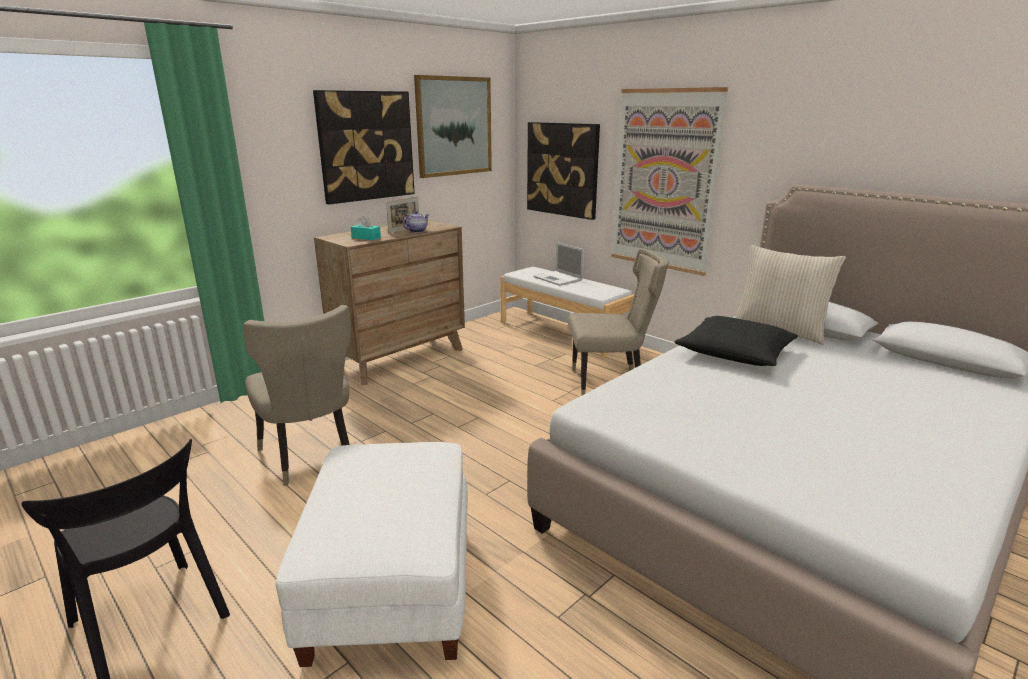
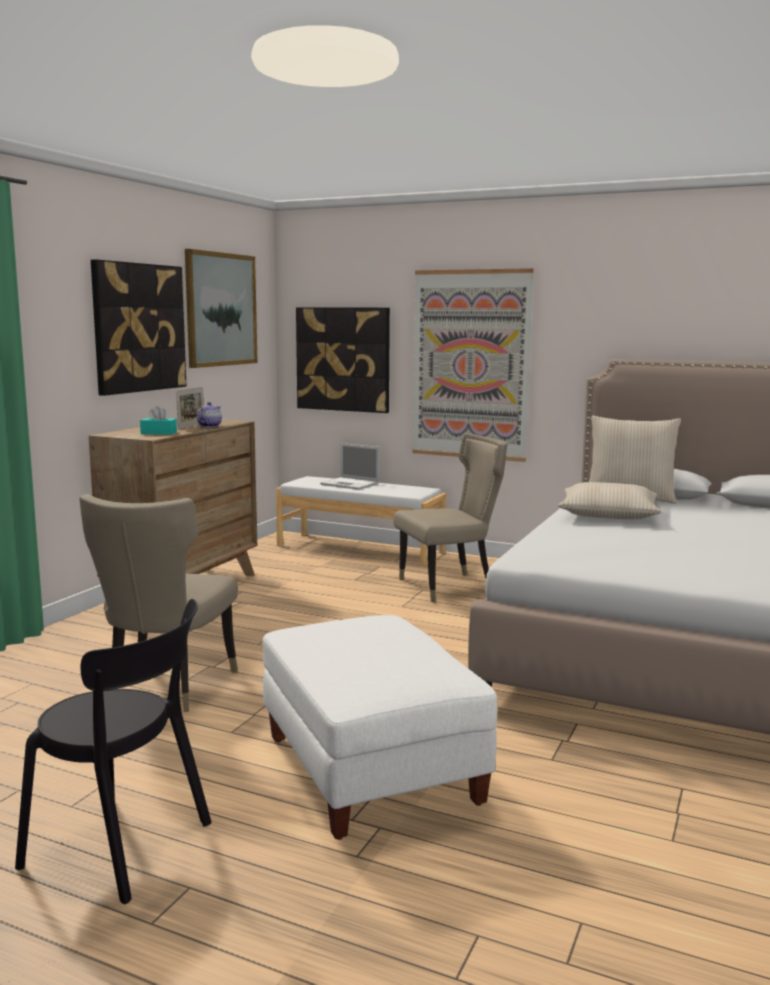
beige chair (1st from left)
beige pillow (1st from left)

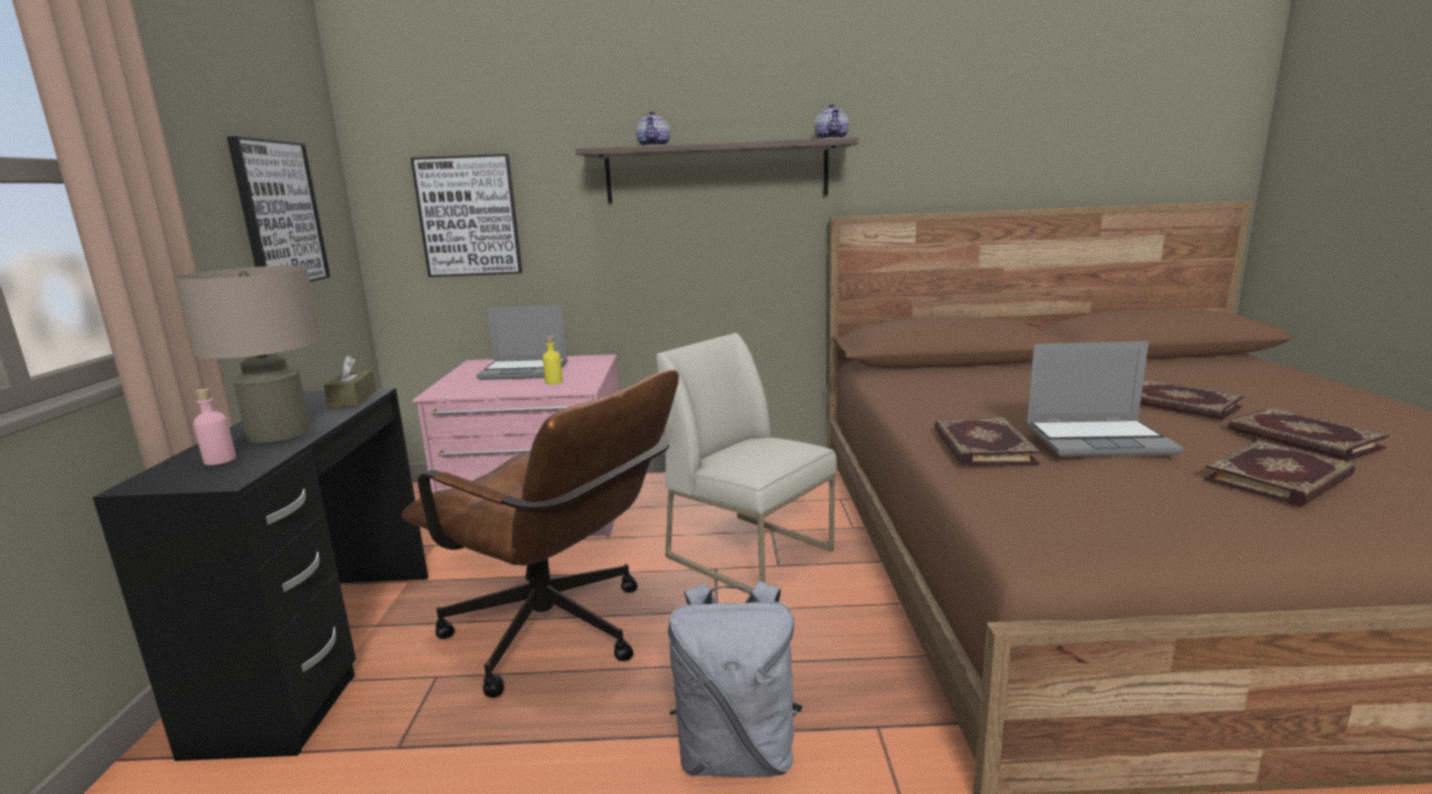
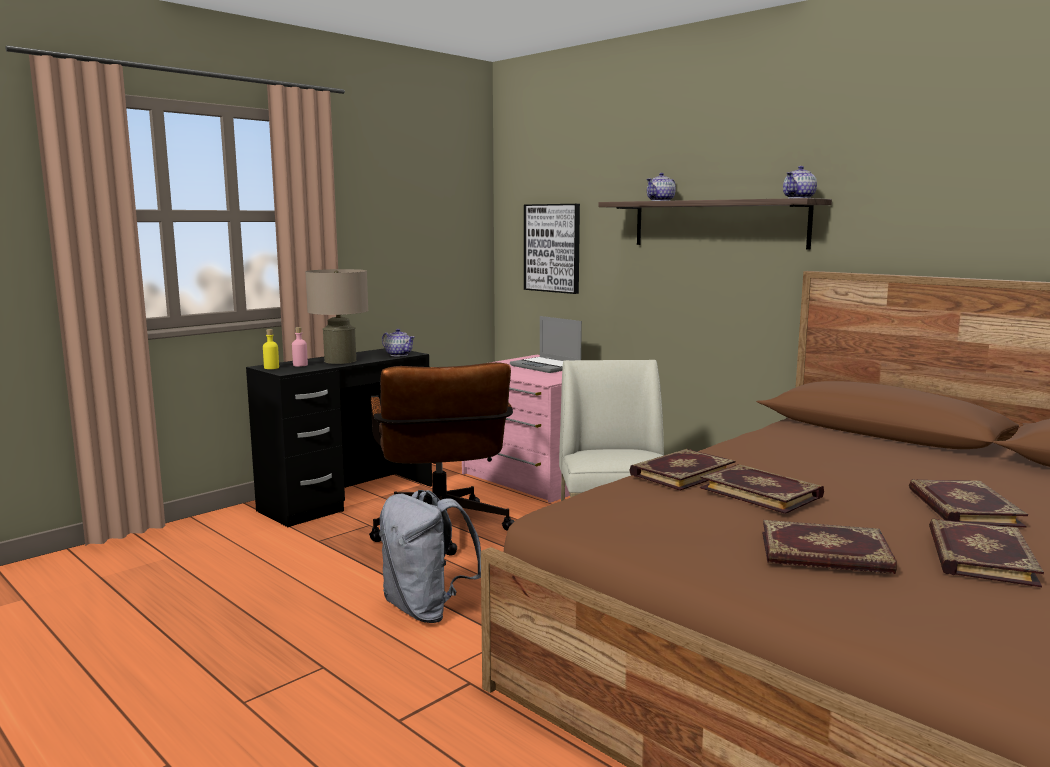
picture (1st from left in the first image)
teapot (1st from left)
yellow bottle
book (2nd from left)

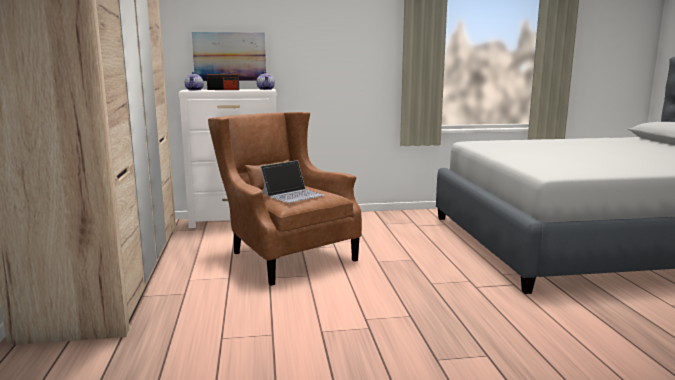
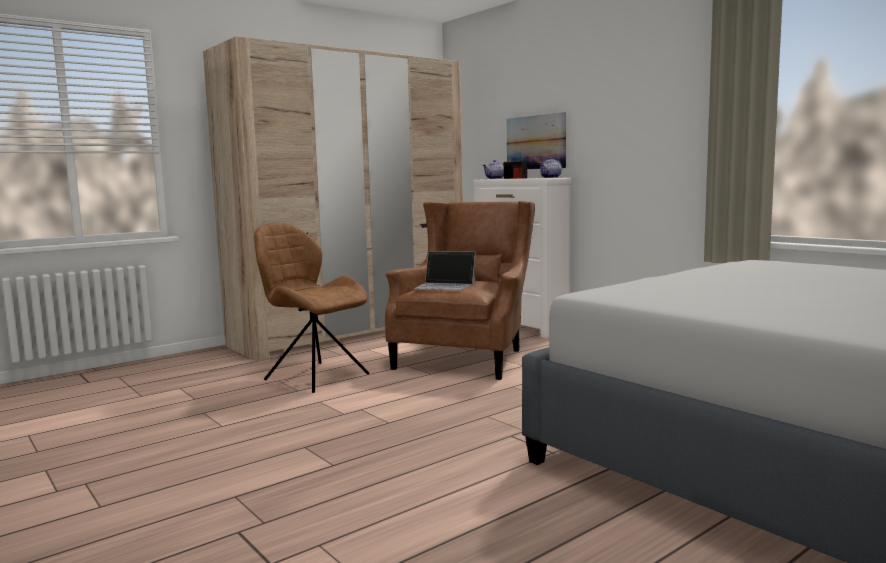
brown chair

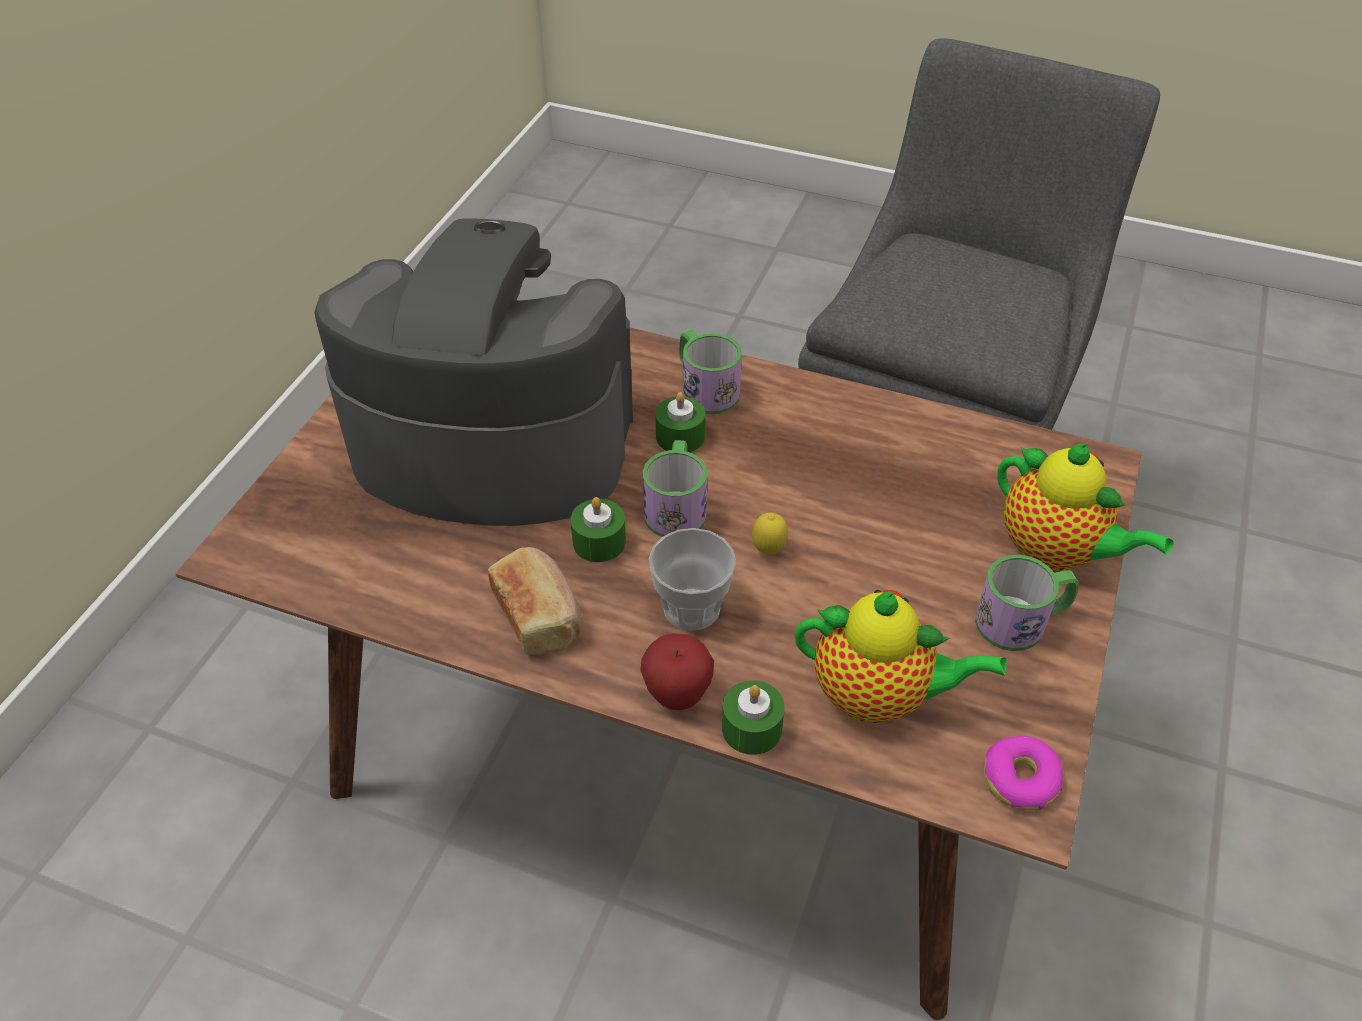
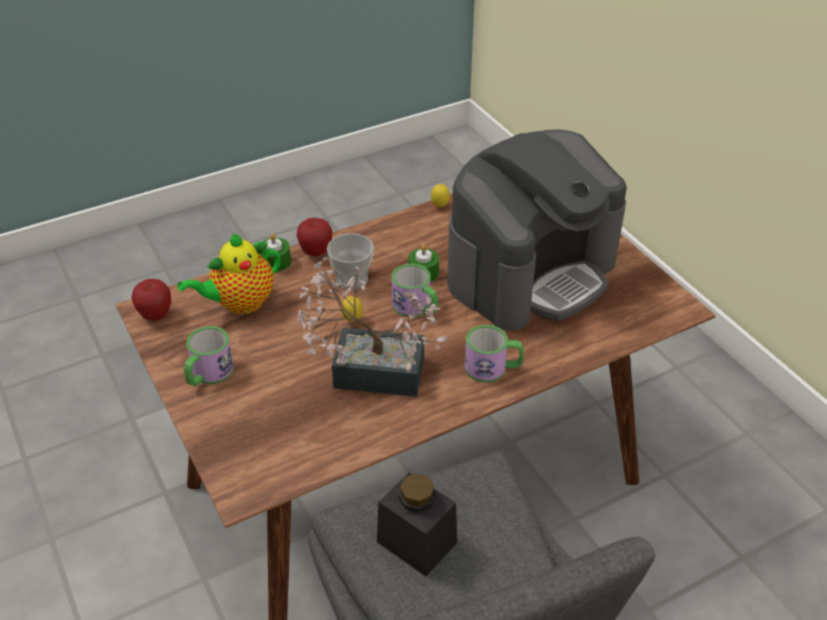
bread
green candle (2nd from left in the first image)
apple (1st from left)
teapot (2nd from left in the first image)
potted plant
black jar
lemon (2nd from left)

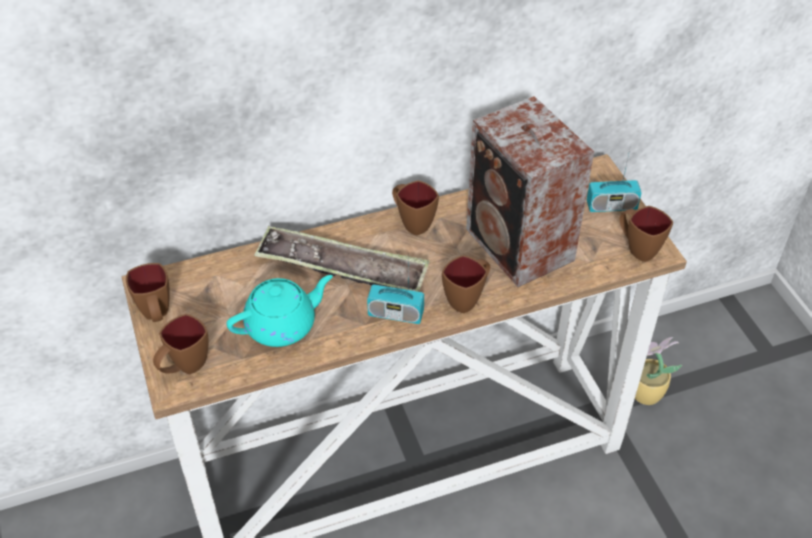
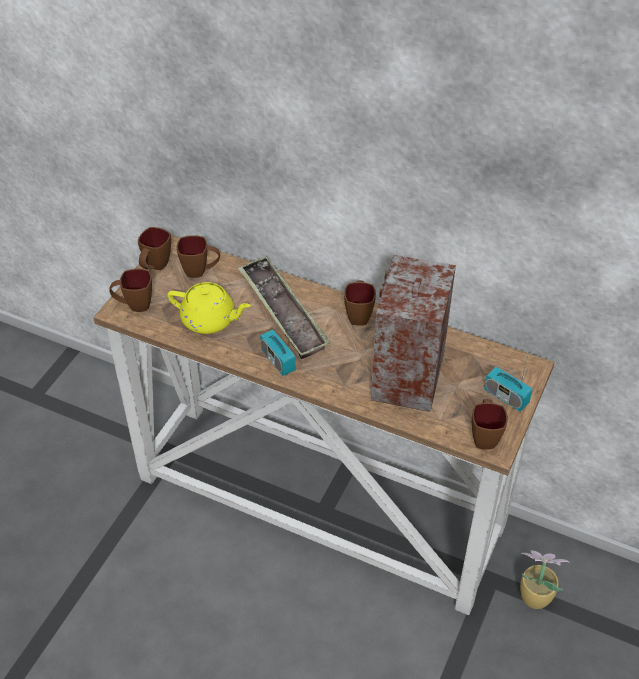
yellow teapot
brown mug (3rd from left)

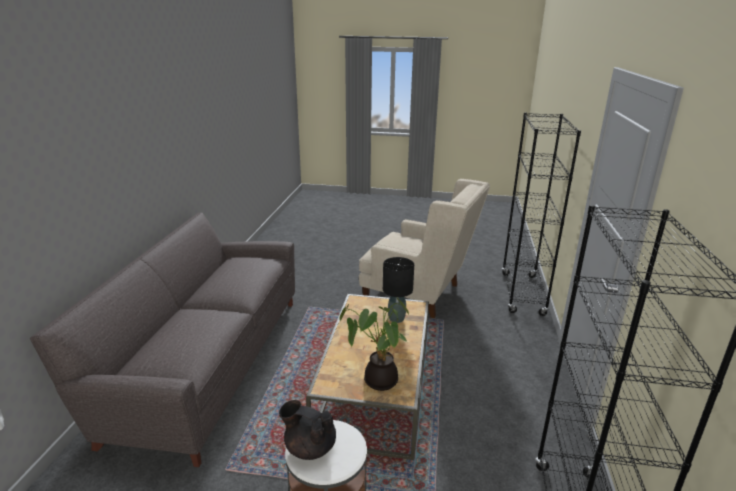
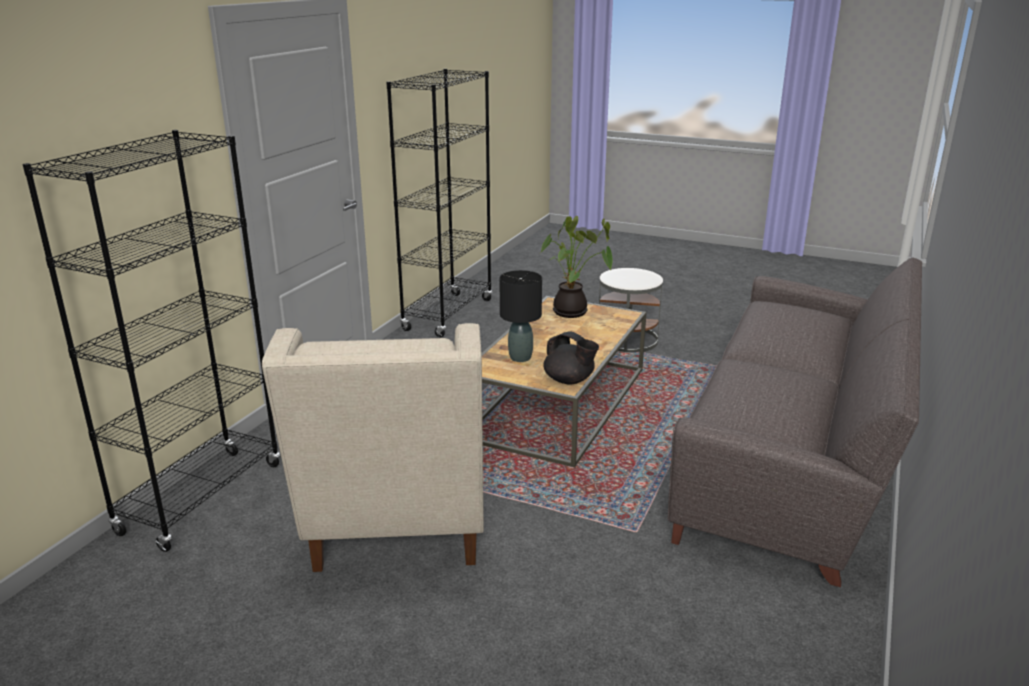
black teapot
beige armchair

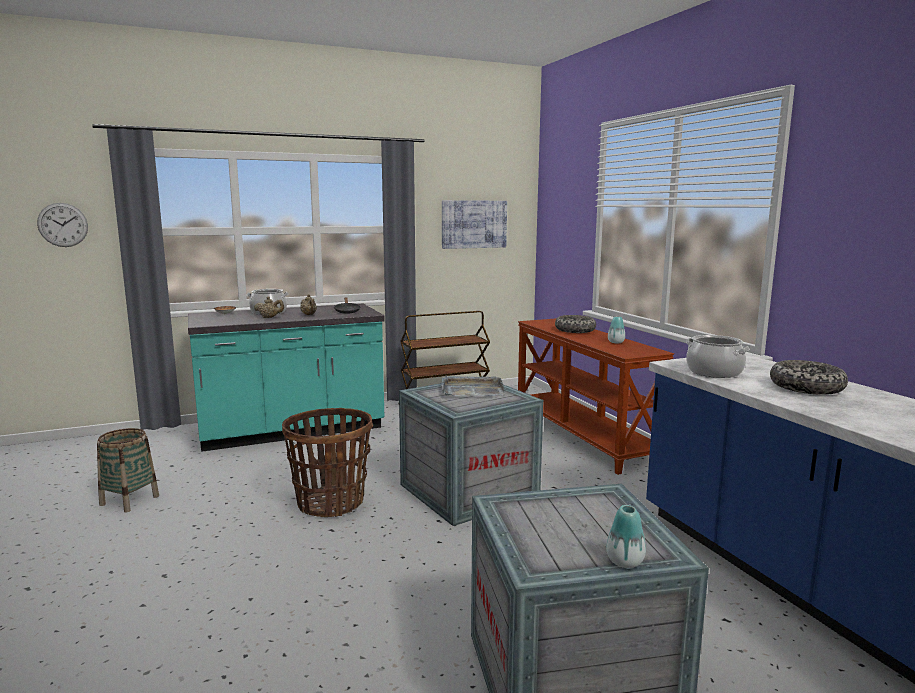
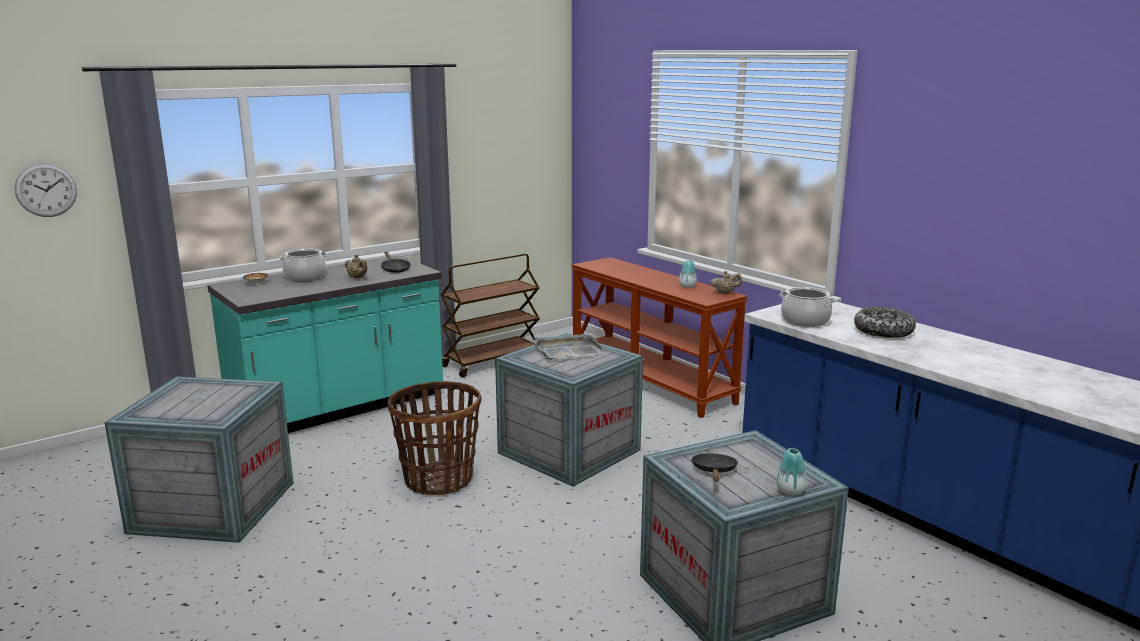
crate (1st from left)
beige teapot (2nd from left)
picture
bowl (2nd from left in the first image)
black frying pan (2nd from left)

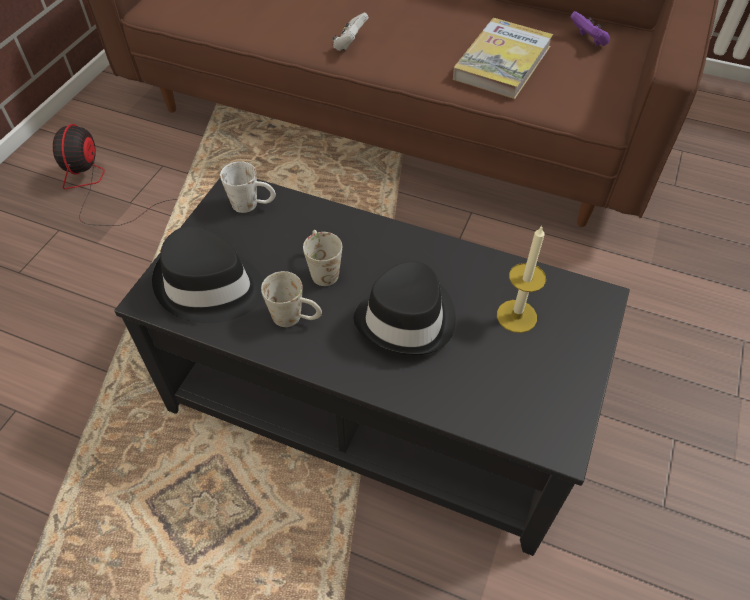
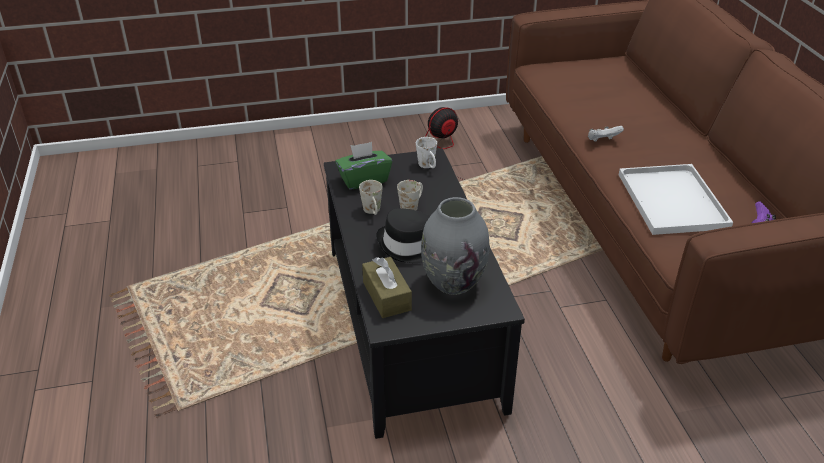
green tissue box
white tray
grey vase
brown tissue box

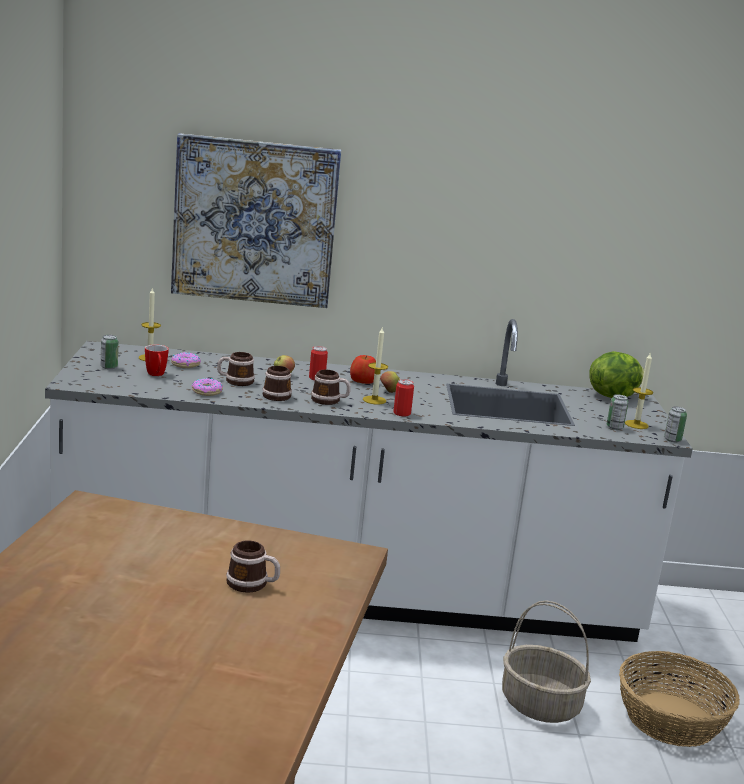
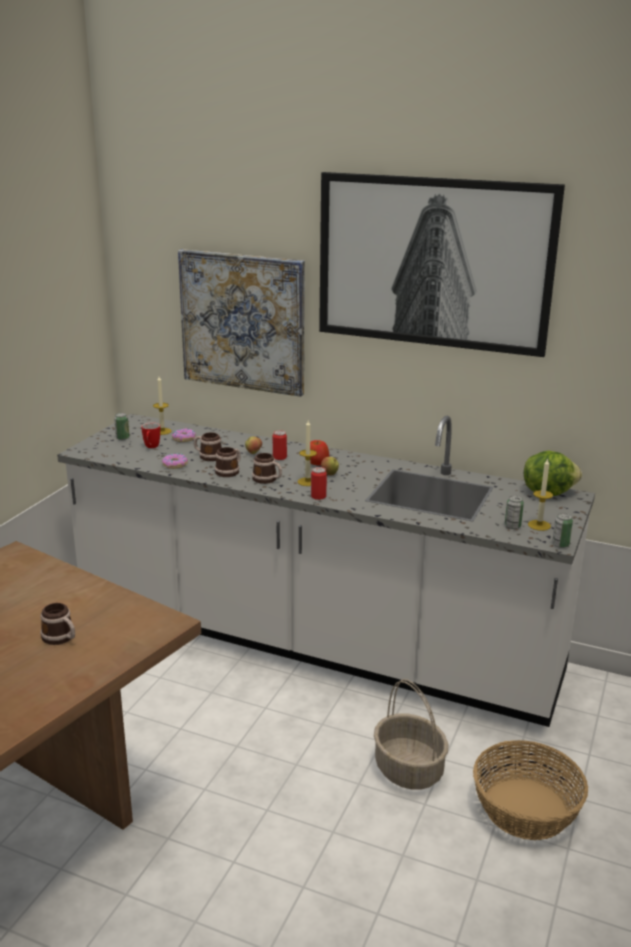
picture (2nd from left)

